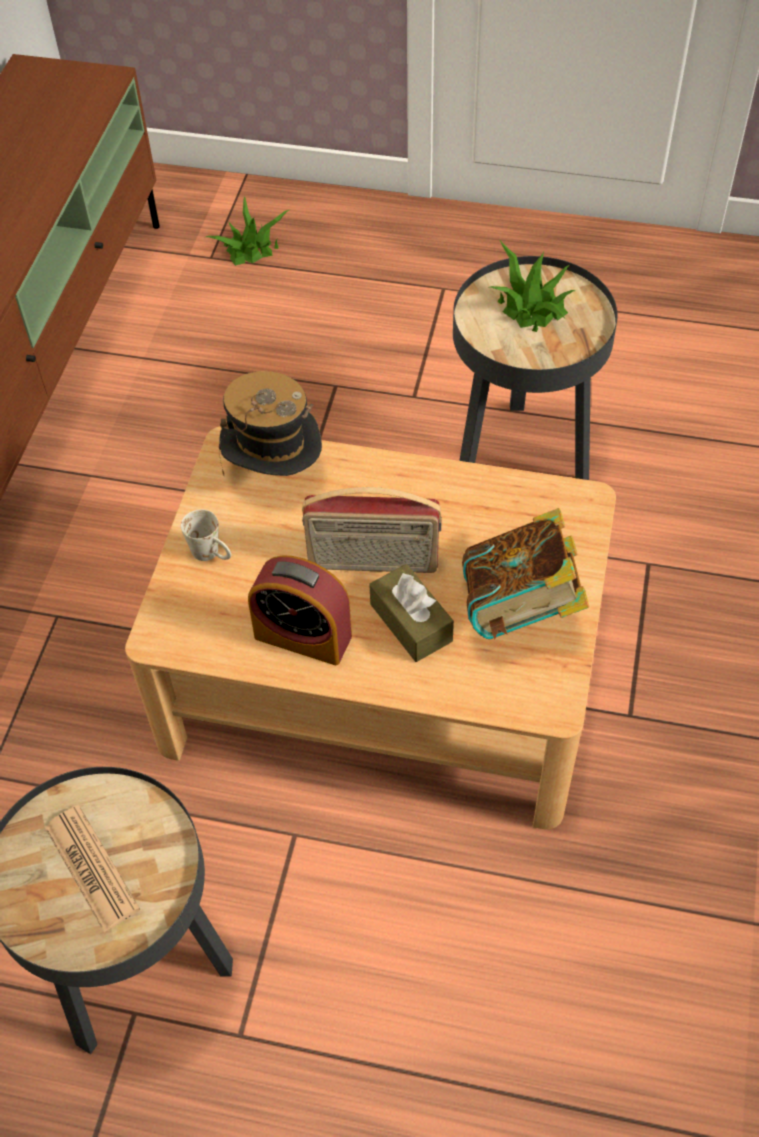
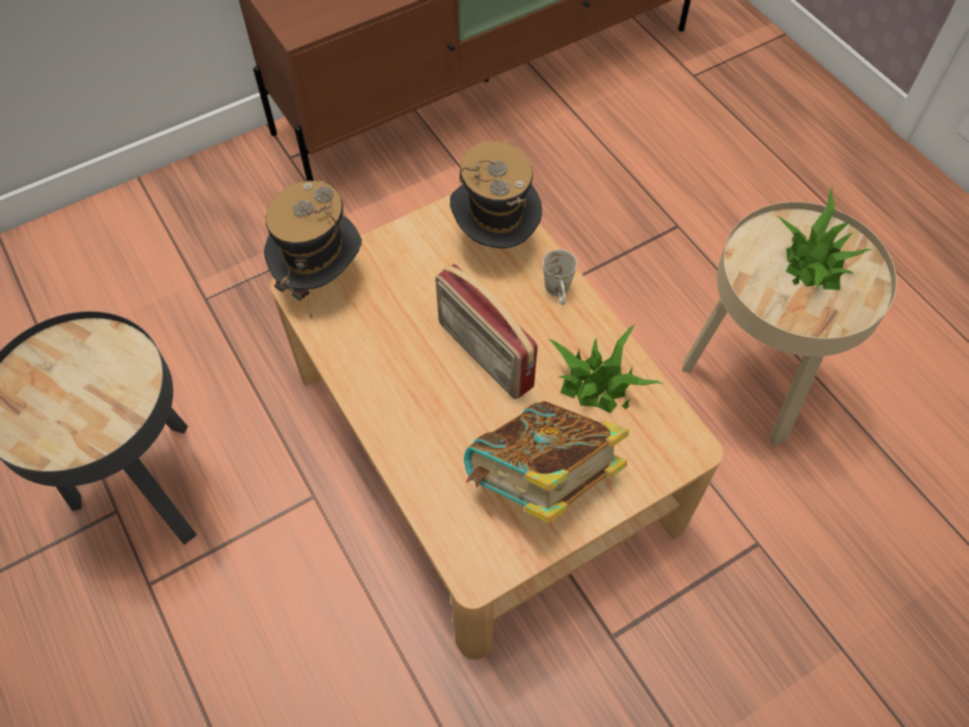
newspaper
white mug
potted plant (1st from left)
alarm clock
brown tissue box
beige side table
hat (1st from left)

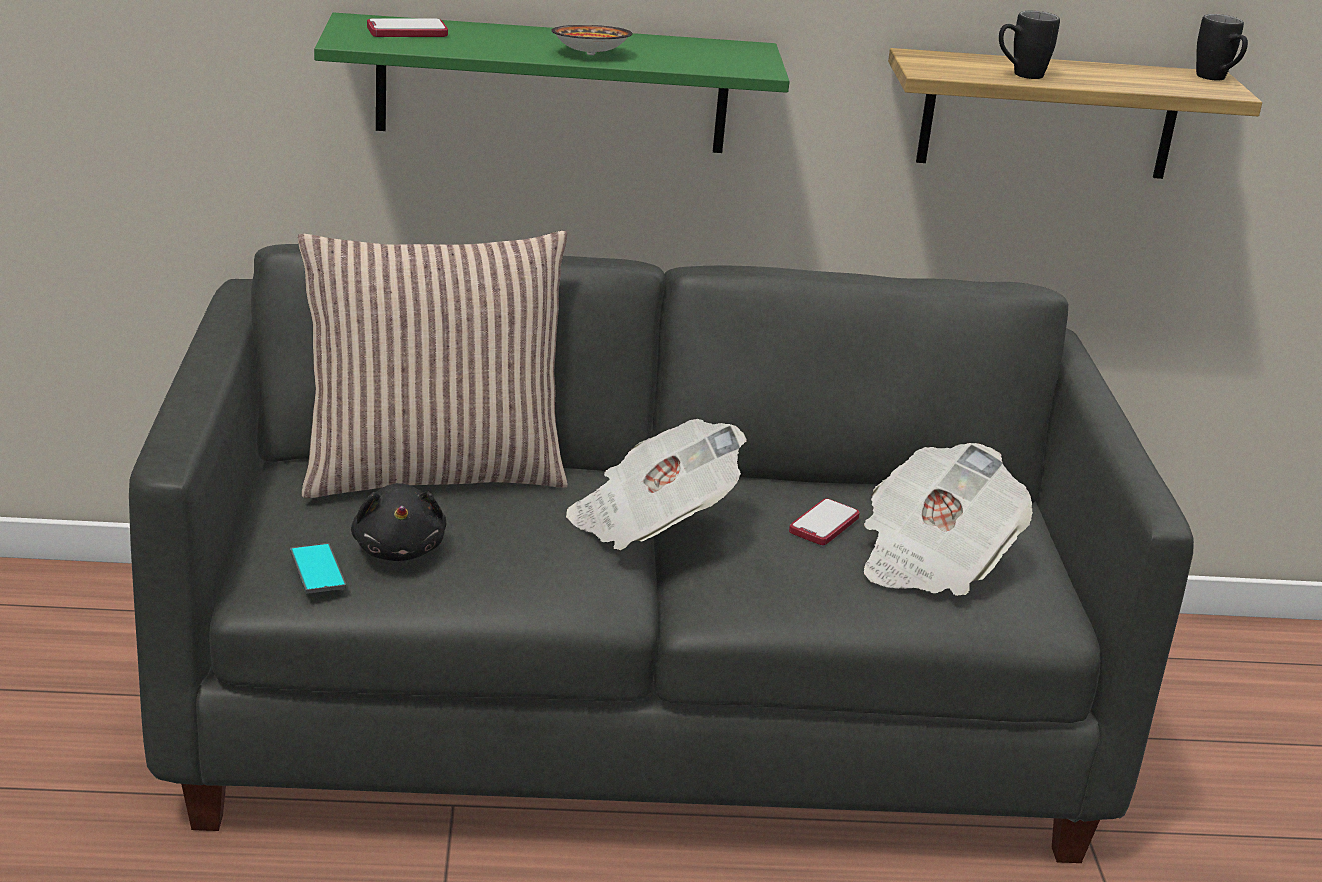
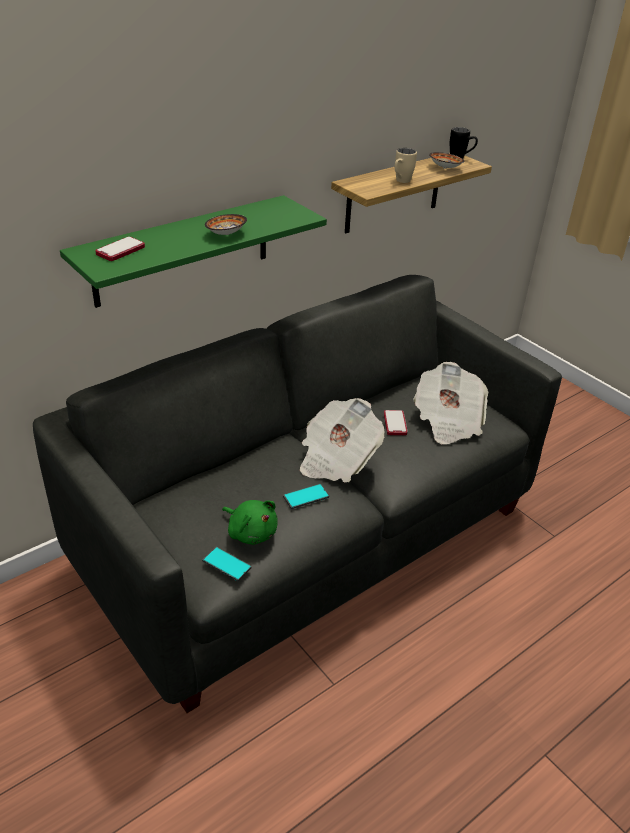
pillow
green plush toy
beige mug
phone (3rd from left)
bowl (2nd from left)

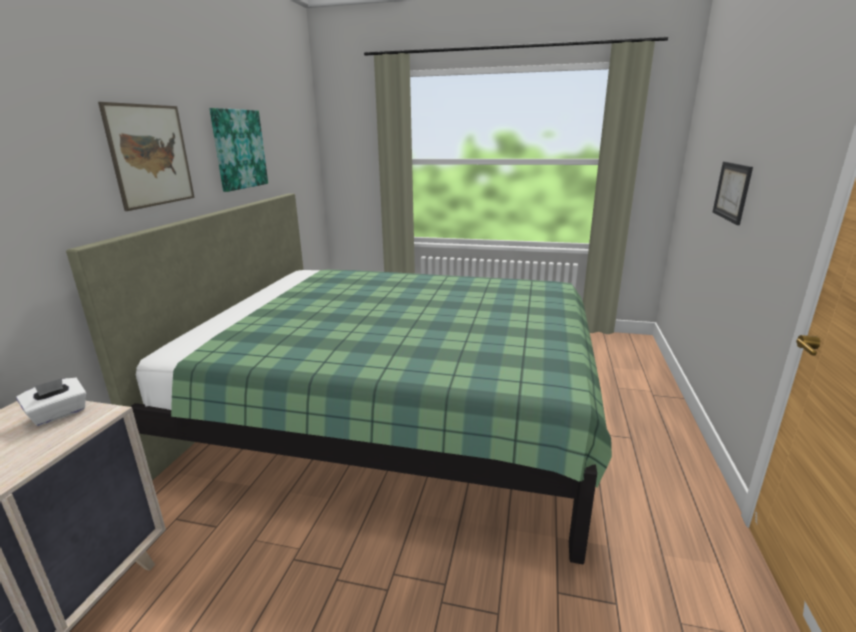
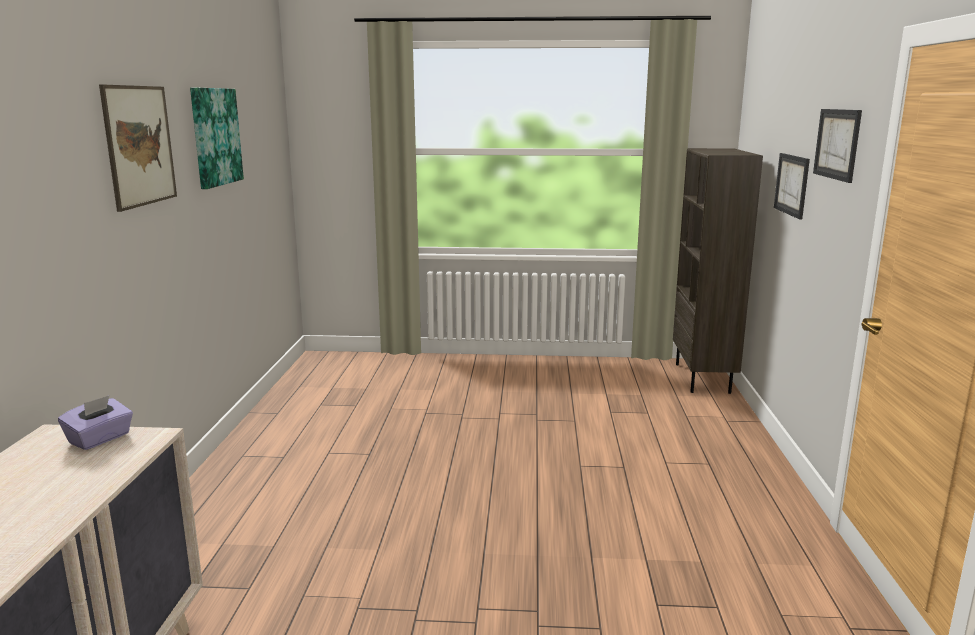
purple tissue box
green bed
brown bookcase
picture (4th from left)

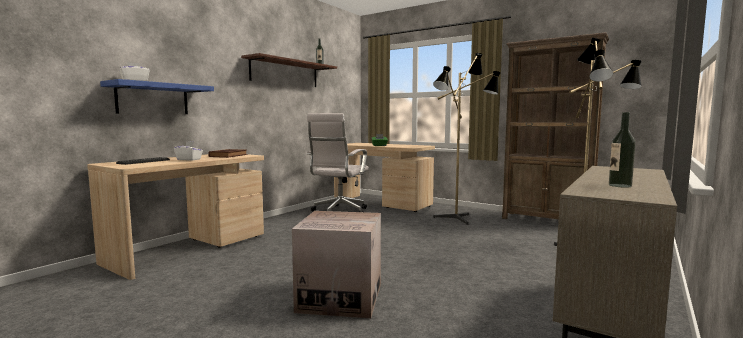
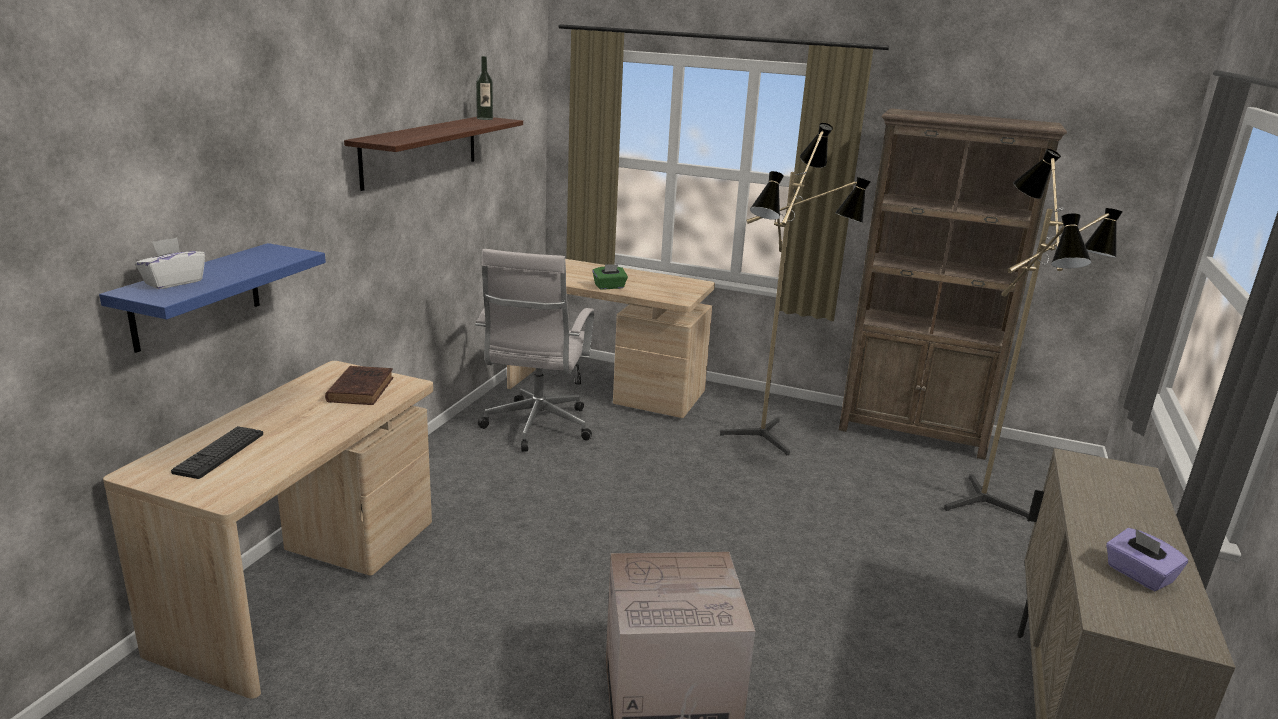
white tissue box (2nd from left in the first image)
purple tissue box

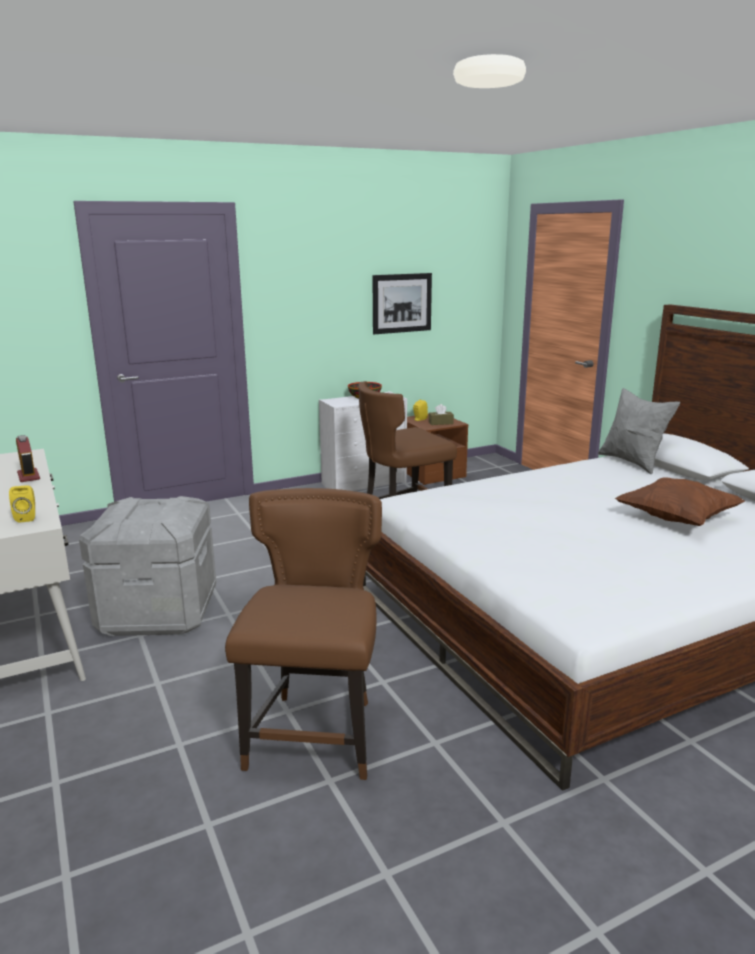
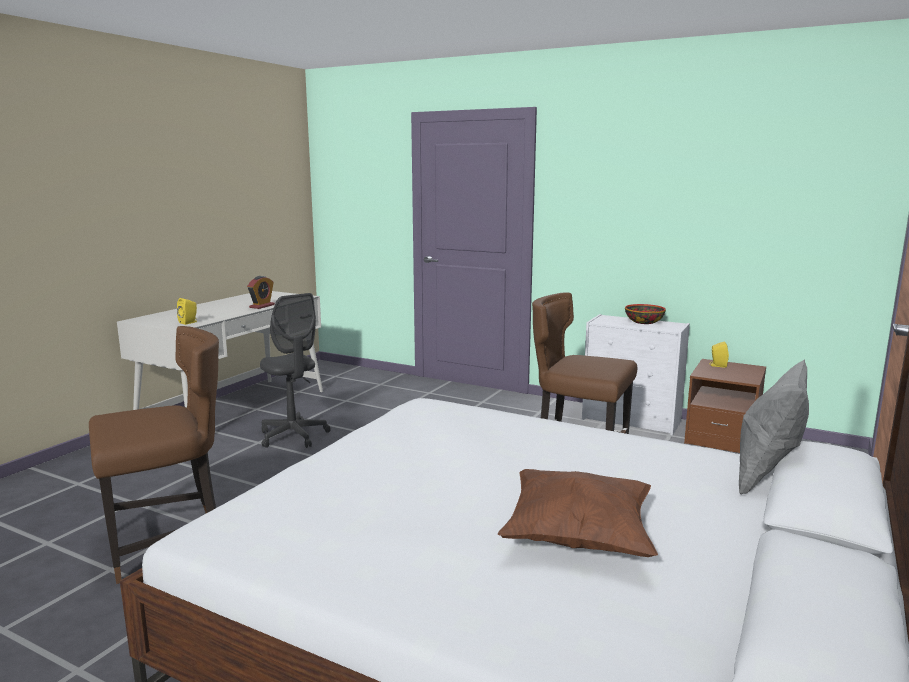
grey office chair
picture
brown tissue box

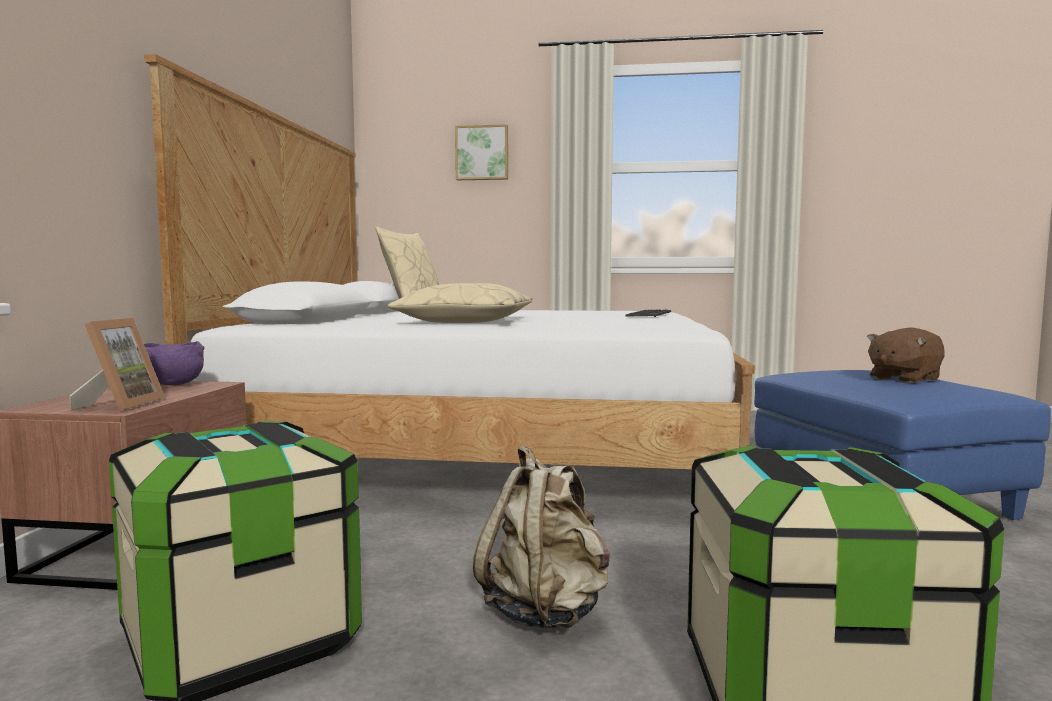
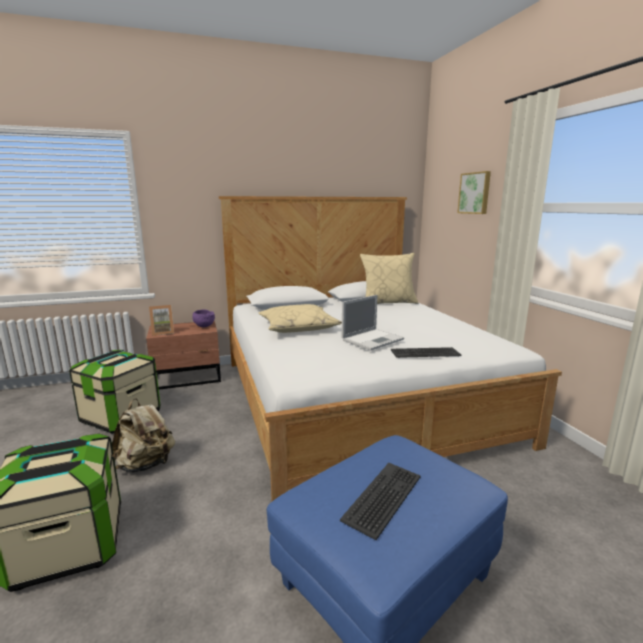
keyboard (1st from left)
laptop

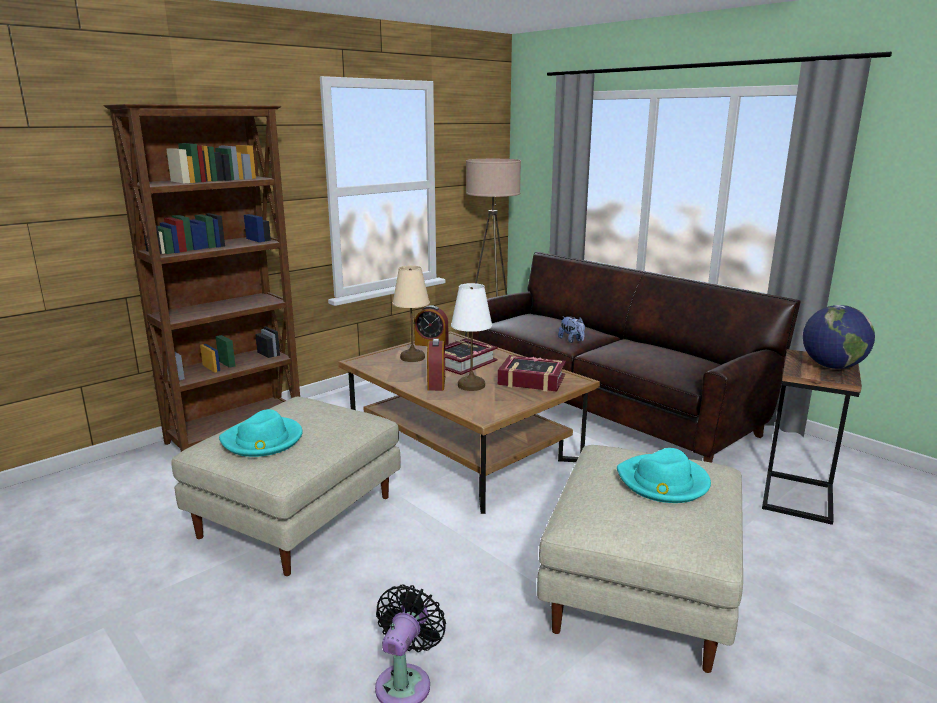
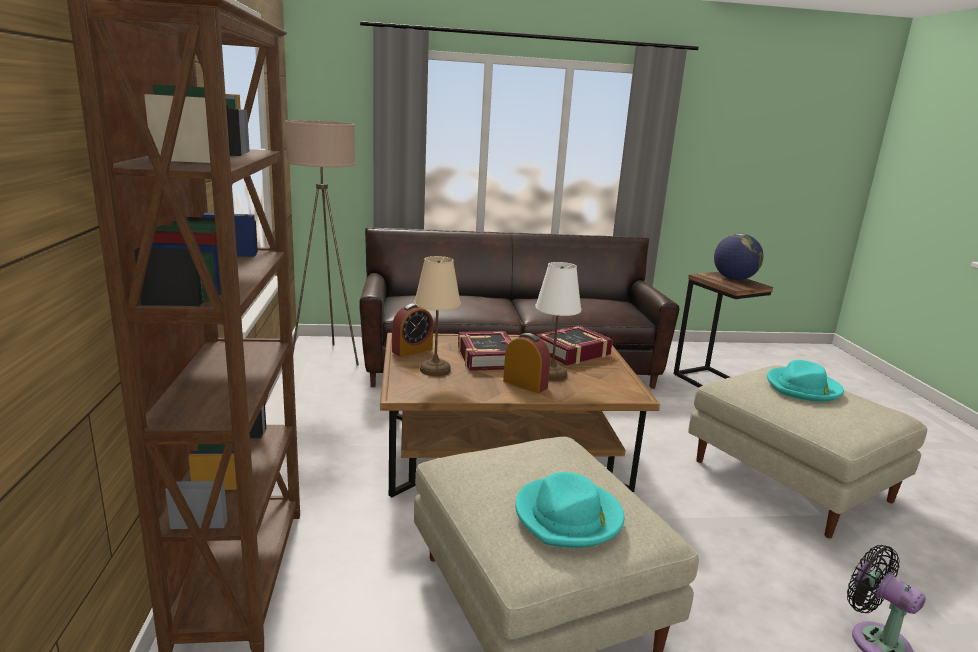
plush toy

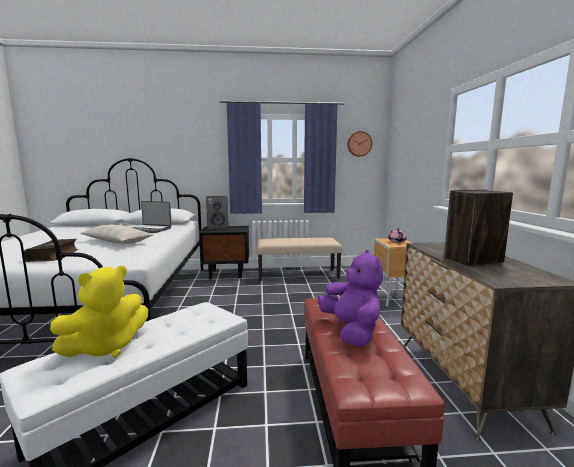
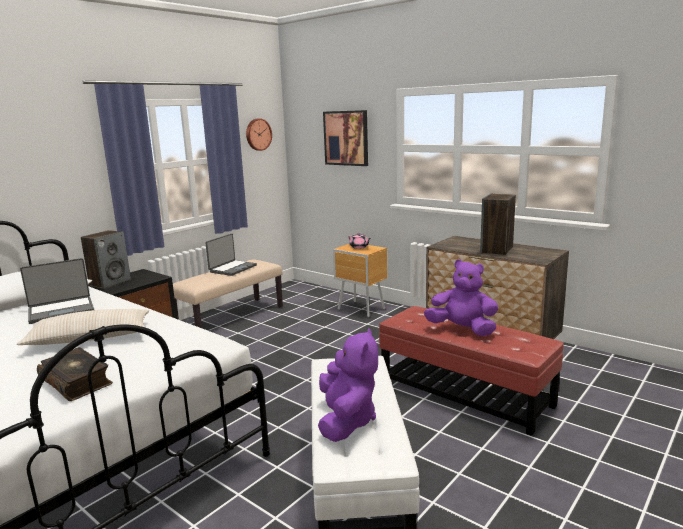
purple plush toy (1st from left)
laptop (2nd from left)
picture

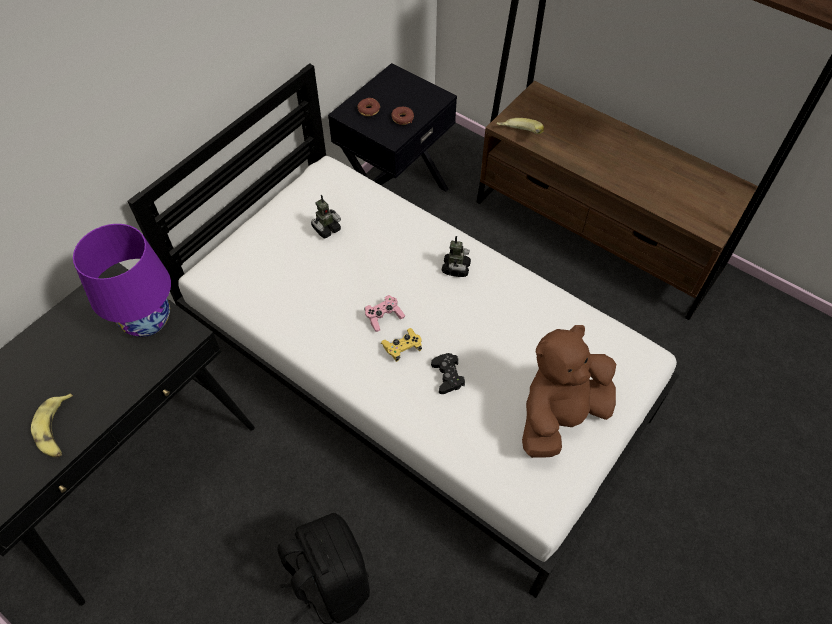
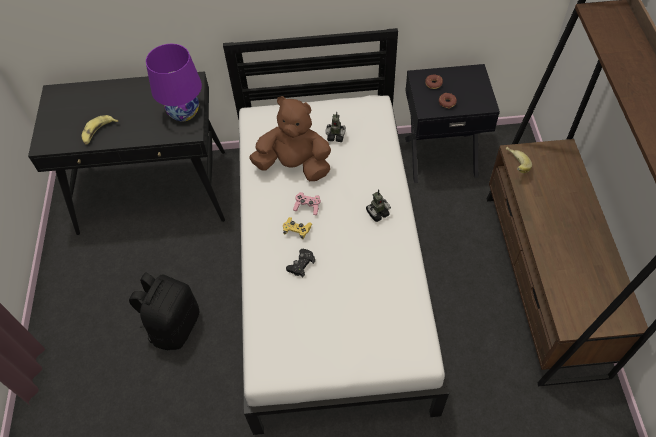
brown plush toy

